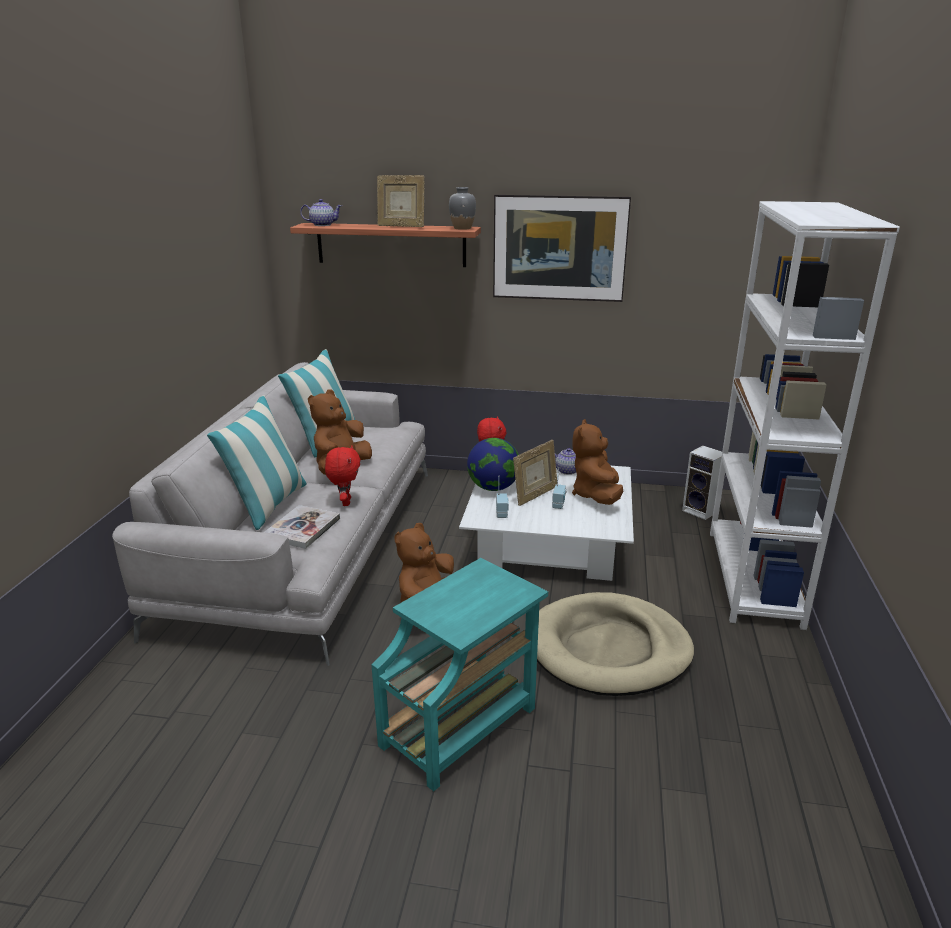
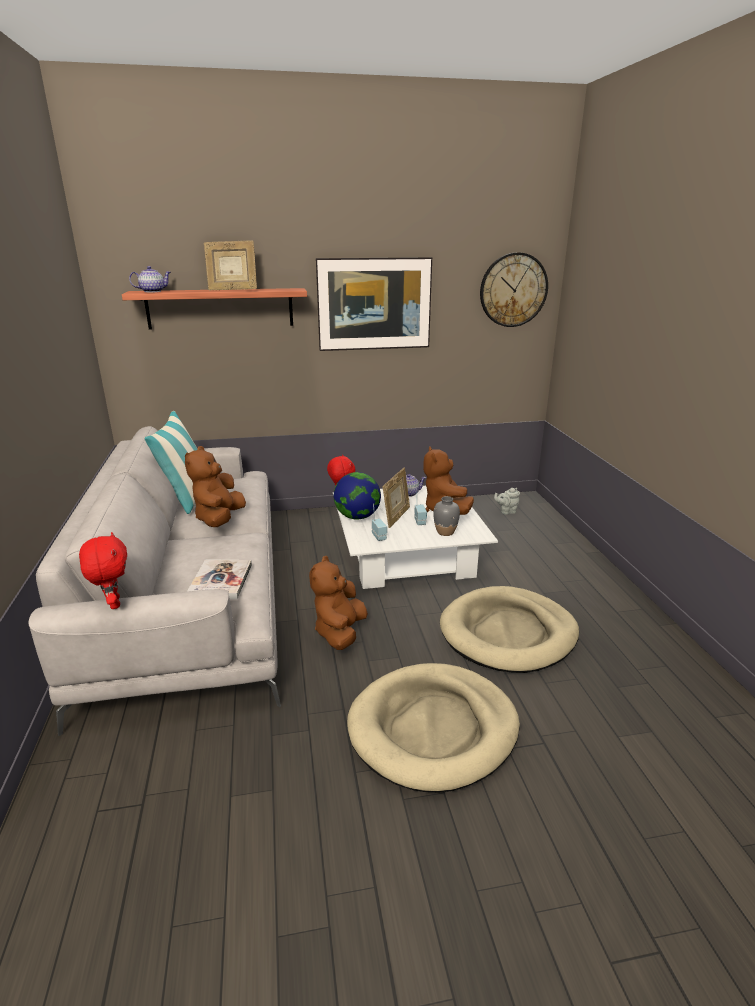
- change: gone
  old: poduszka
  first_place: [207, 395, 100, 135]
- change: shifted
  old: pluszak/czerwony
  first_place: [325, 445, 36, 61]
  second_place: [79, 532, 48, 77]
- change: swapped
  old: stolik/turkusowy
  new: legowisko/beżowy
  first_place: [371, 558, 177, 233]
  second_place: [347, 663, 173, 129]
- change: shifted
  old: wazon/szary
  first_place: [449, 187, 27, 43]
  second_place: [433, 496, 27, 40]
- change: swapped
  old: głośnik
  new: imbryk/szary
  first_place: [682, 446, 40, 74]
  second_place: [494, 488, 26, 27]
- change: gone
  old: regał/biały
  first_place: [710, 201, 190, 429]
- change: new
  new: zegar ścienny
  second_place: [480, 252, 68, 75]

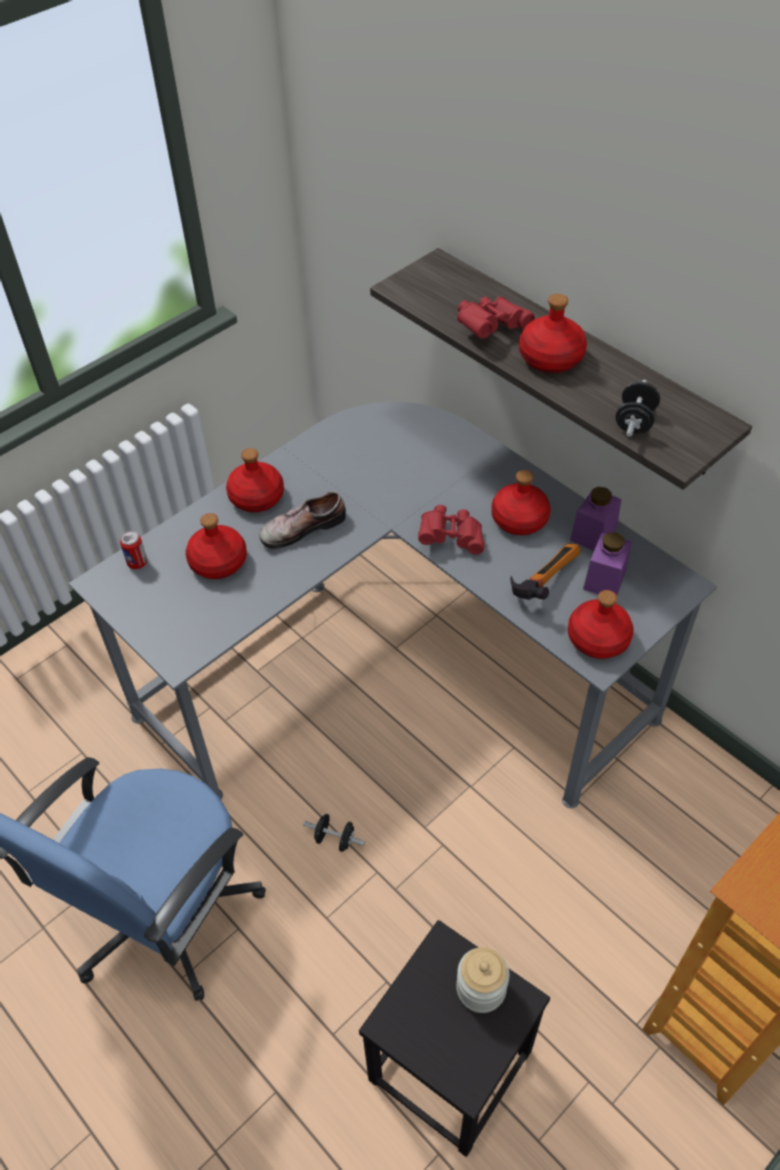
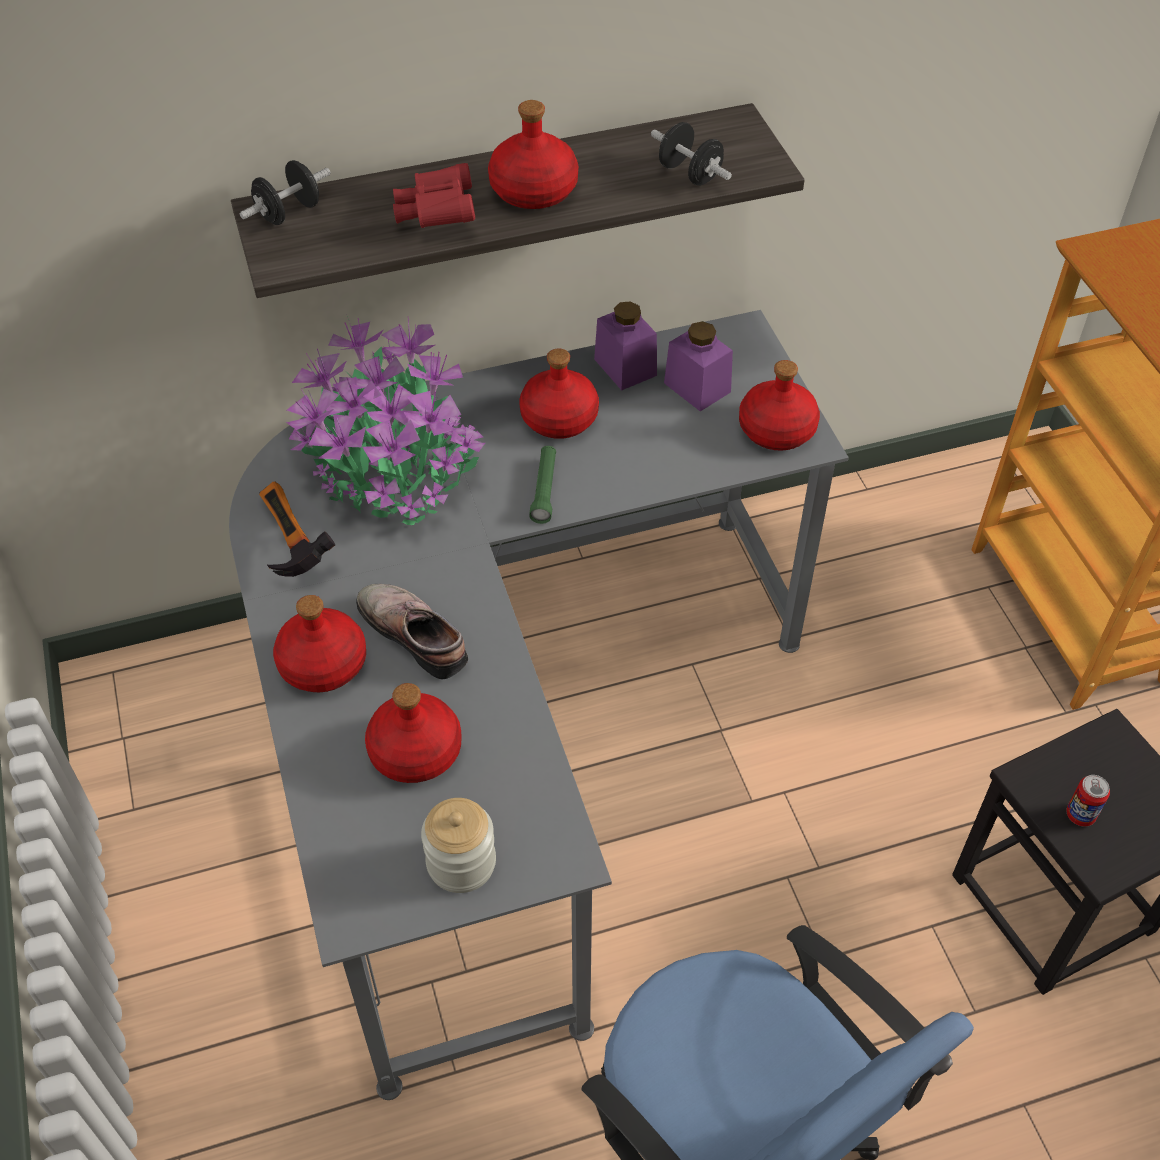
- change: shifted
  old: puszka
  first_place: [120, 531, 27, 38]
  second_place: [1066, 775, 44, 52]
- change: rotated
  old: but
  first_place: [259, 491, 87, 58]
  second_place: [356, 584, 112, 95]
  degrees: 135
- change: shifted
  old: hantel/czarny
  first_place: [303, 814, 62, 38]
  second_place: [240, 160, 91, 65]
- change: swapped
  old: lornetka/czerwony
  new: latarka/zielony
  first_place: [418, 505, 67, 50]
  second_place: [529, 446, 27, 78]
- change: shifted
  old: słoik
  first_place: [456, 947, 53, 66]
  second_place: [421, 798, 75, 95]
- change: shifted
  old: młotek
  first_place: [510, 543, 70, 57]
  second_place: [259, 482, 76, 95]
- change: new
  new: roślina doniczkowa
  second_place: [286, 316, 199, 209]

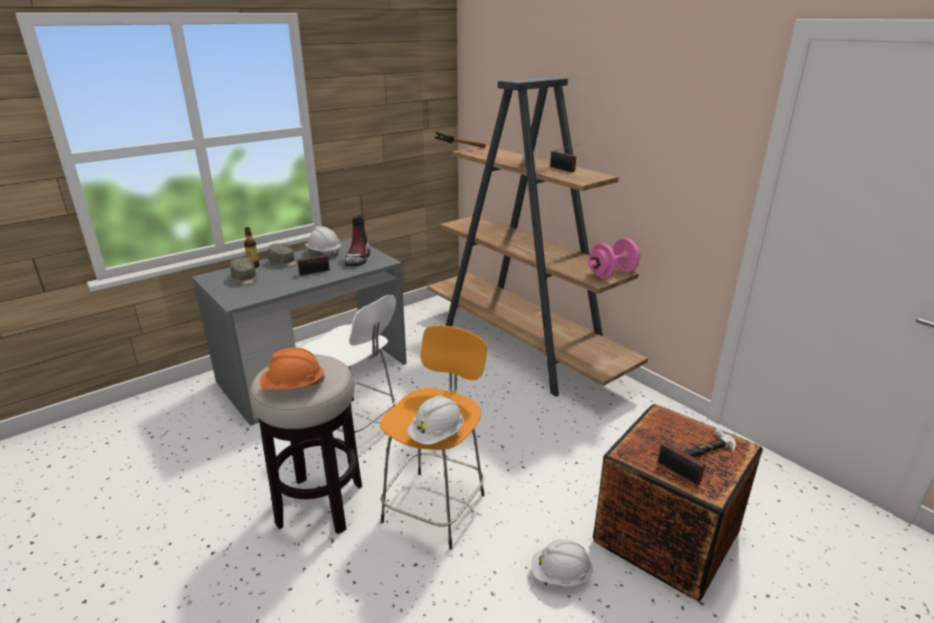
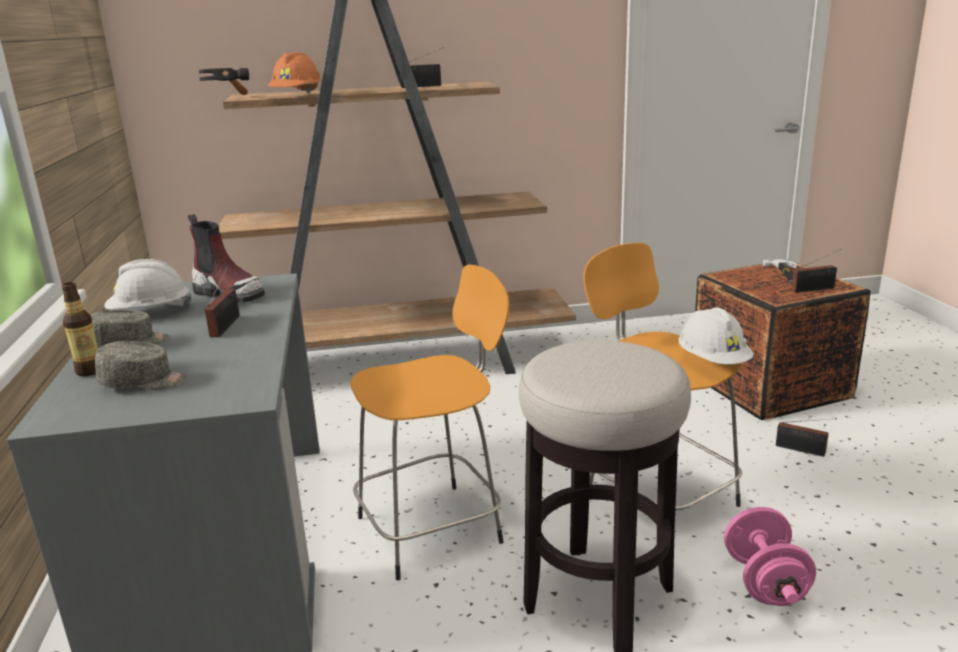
- change: shifted
  old: kask/pomarańczowy
  first_place: [260, 347, 65, 43]
  second_place: [268, 52, 54, 42]
- change: repainted
  old: stołek/biały
  new: stołek/pomarańczowy
  first_place: [303, 295, 93, 138]
  second_place: [350, 264, 160, 316]
- change: swapped
  old: kask/biały
  new: radio
  first_place: [531, 539, 62, 47]
  second_place: [776, 418, 61, 39]
- change: shifted
  old: hantel/różowy
  first_place: [588, 238, 52, 40]
  second_place: [724, 507, 92, 99]

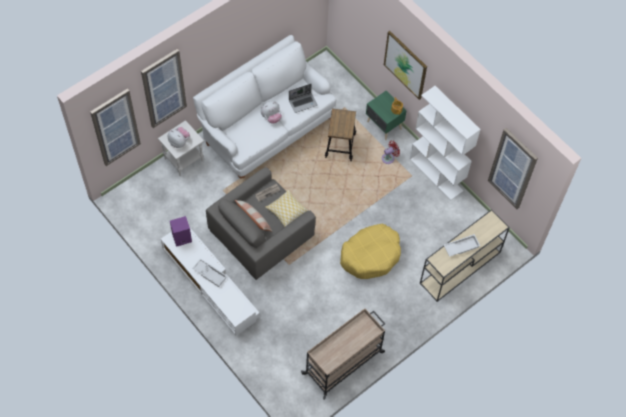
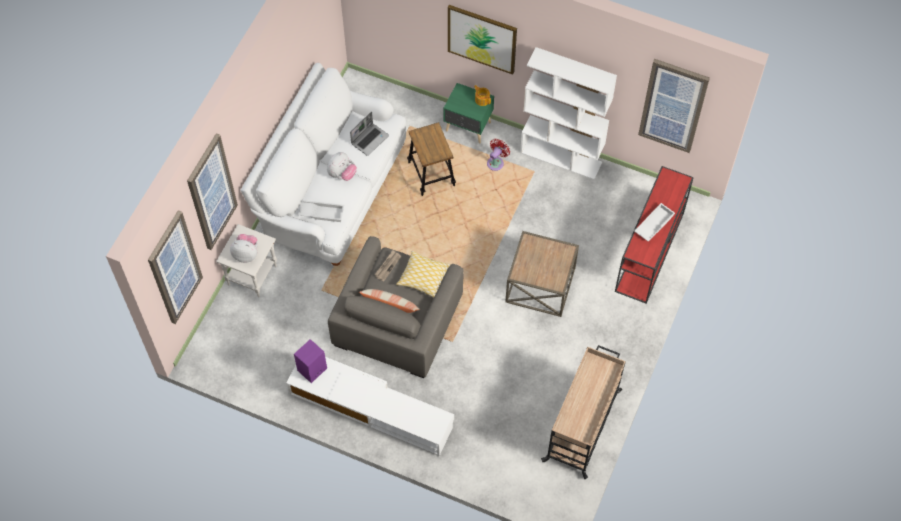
- change: shifted
  old: taca/biały
  first_place: [192, 259, 35, 28]
  second_place: [299, 200, 45, 22]
- change: swapped
  old: legowisko/żółty
  new: stolik/brązowy
  first_place: [340, 224, 61, 55]
  second_place: [505, 231, 74, 86]
- change: repainted
  old: stolik konsolowy/beżowy
  new: stolik konsolowy/czerwony
  first_place: [420, 209, 90, 93]
  second_place: [615, 166, 79, 138]

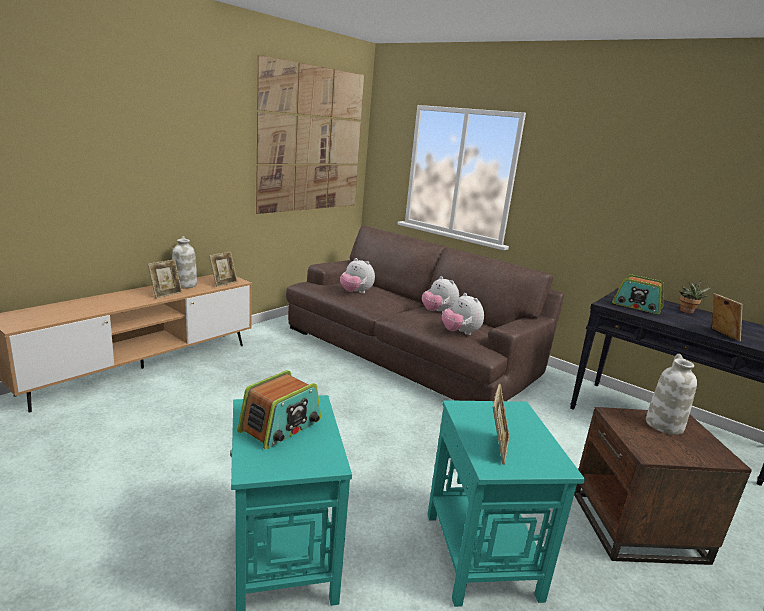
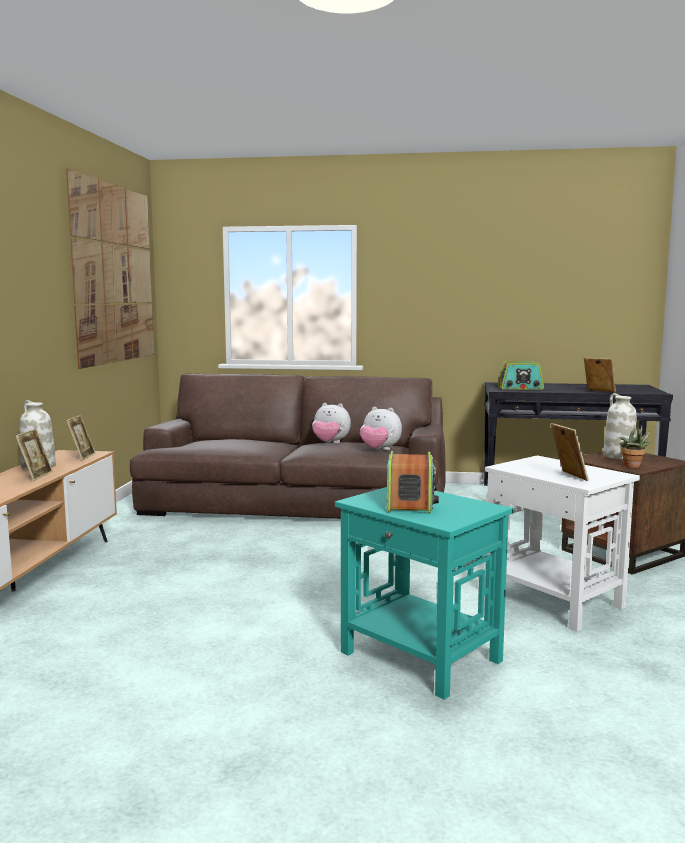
- change: gone
  old: pluszak
  first_place: [340, 258, 35, 36]
- change: repainted
  old: stolik/turkusowy
  new: stolik/biały
  first_place: [427, 400, 158, 207]
  second_place: [484, 455, 156, 176]
- change: shifted
  old: roślina doniczkowa
  first_place: [679, 281, 32, 32]
  second_place: [619, 425, 33, 43]

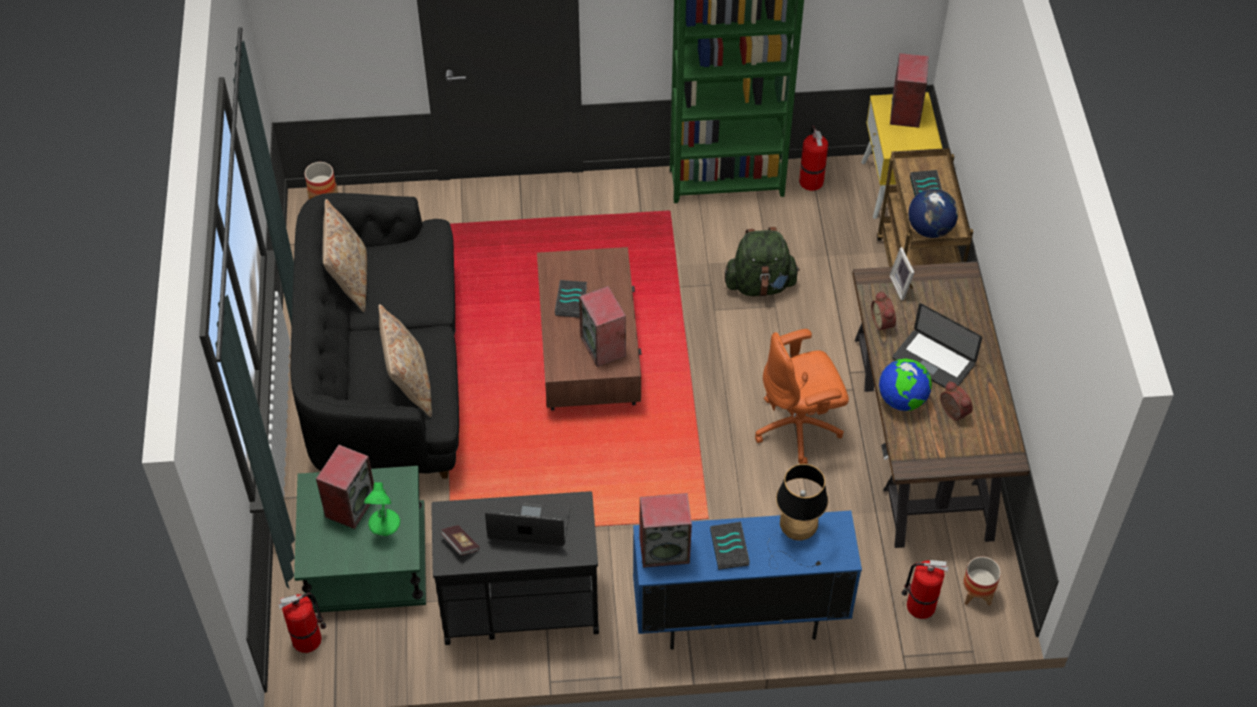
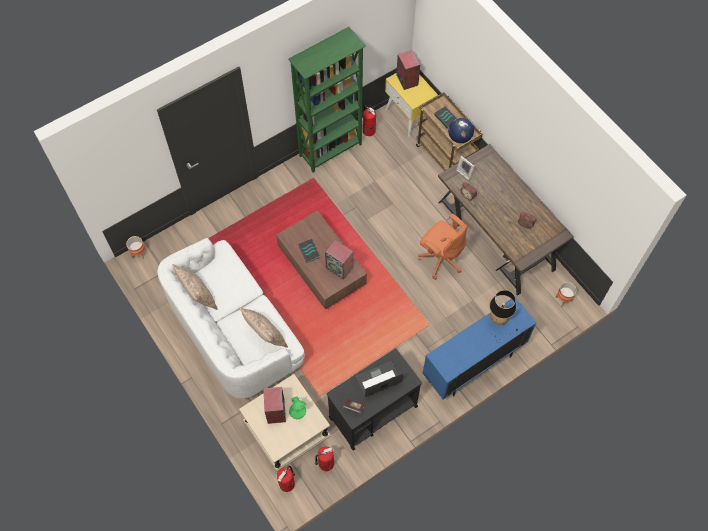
- change: repainted
  old: kanapa/czarny
  new: kanapa/biały
  first_place: [290, 193, 169, 286]
  second_place: [157, 238, 148, 161]
- change: repainted
  old: stolik/zielony
  new: stolik/beżowy
  first_place: [294, 466, 132, 147]
  second_place: [239, 374, 92, 98]
- change: gone
  old: głośnik
  first_place: [639, 493, 53, 75]
- change: gone
  old: książka
  first_place: [710, 522, 40, 48]
- change: gone
  old: plecak/zielony
  first_place: [725, 227, 75, 70]
- change: rotated
  old: krzesło biurowe/pomarańczowy
  first_place: [755, 329, 94, 135]
  second_place: [418, 214, 49, 66]
  degrees: -90
- change: gone
  old: globus
  first_place: [879, 358, 53, 53]
- change: gone
  old: laptop
  first_place: [892, 303, 90, 85]
- change: shifted
  old: gaśnica
  first_place: [901, 560, 48, 59]
  second_place: [315, 446, 19, 25]

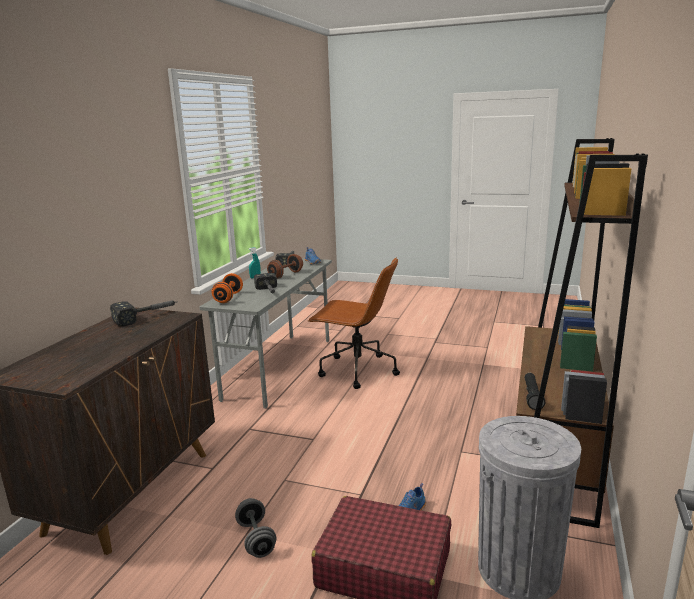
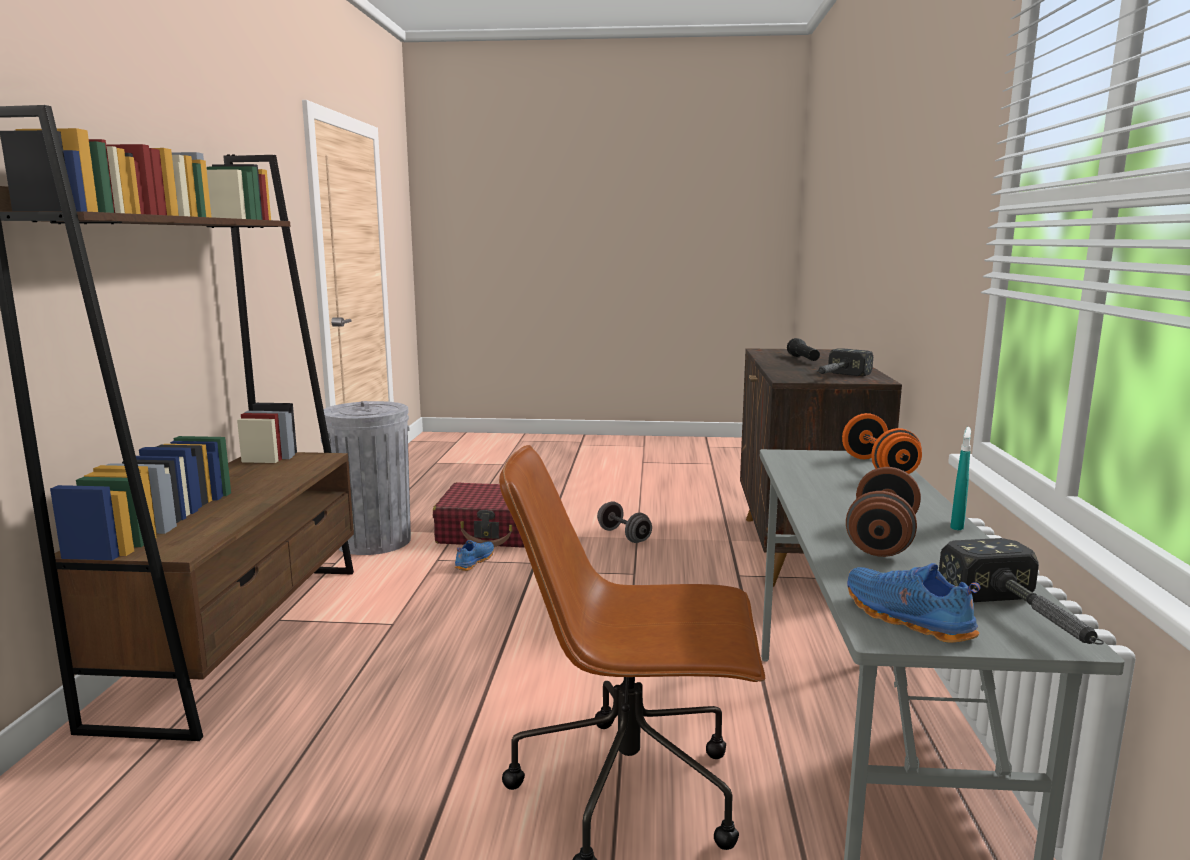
- change: gone
  old: młotek
  first_place: [254, 273, 23, 20]
- change: shifted
  old: latarka/czarny
  first_place: [525, 373, 21, 37]
  second_place: [787, 338, 33, 23]

